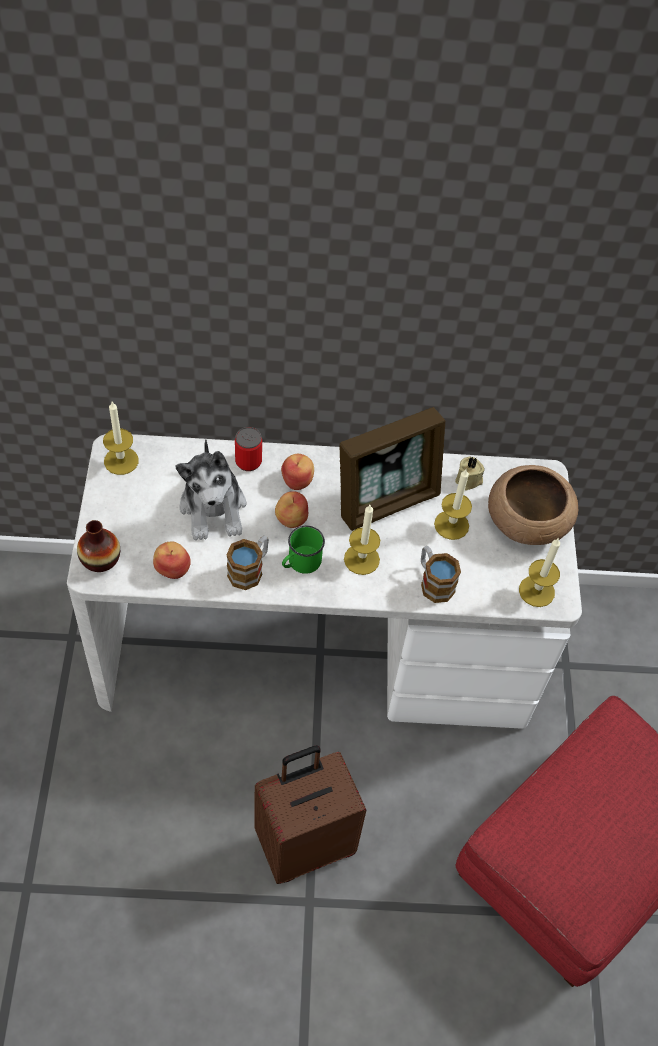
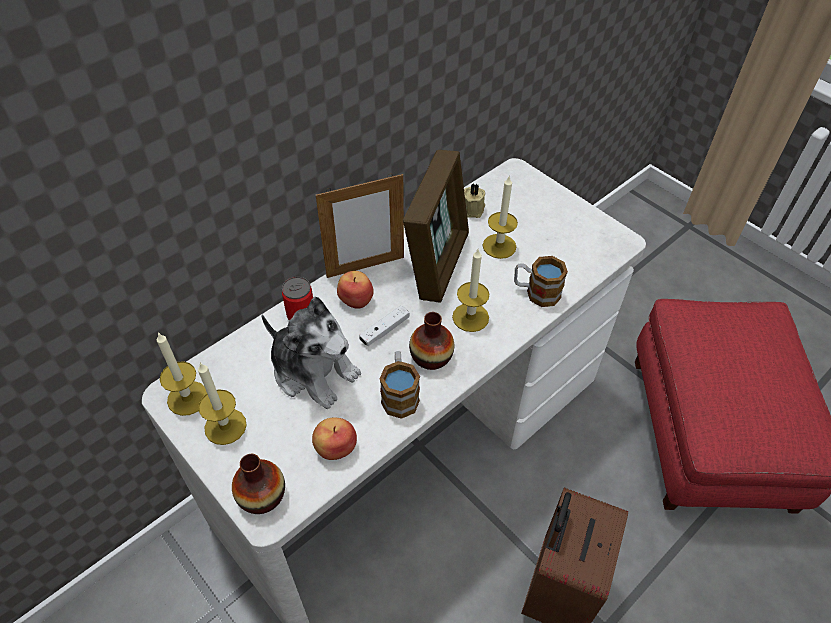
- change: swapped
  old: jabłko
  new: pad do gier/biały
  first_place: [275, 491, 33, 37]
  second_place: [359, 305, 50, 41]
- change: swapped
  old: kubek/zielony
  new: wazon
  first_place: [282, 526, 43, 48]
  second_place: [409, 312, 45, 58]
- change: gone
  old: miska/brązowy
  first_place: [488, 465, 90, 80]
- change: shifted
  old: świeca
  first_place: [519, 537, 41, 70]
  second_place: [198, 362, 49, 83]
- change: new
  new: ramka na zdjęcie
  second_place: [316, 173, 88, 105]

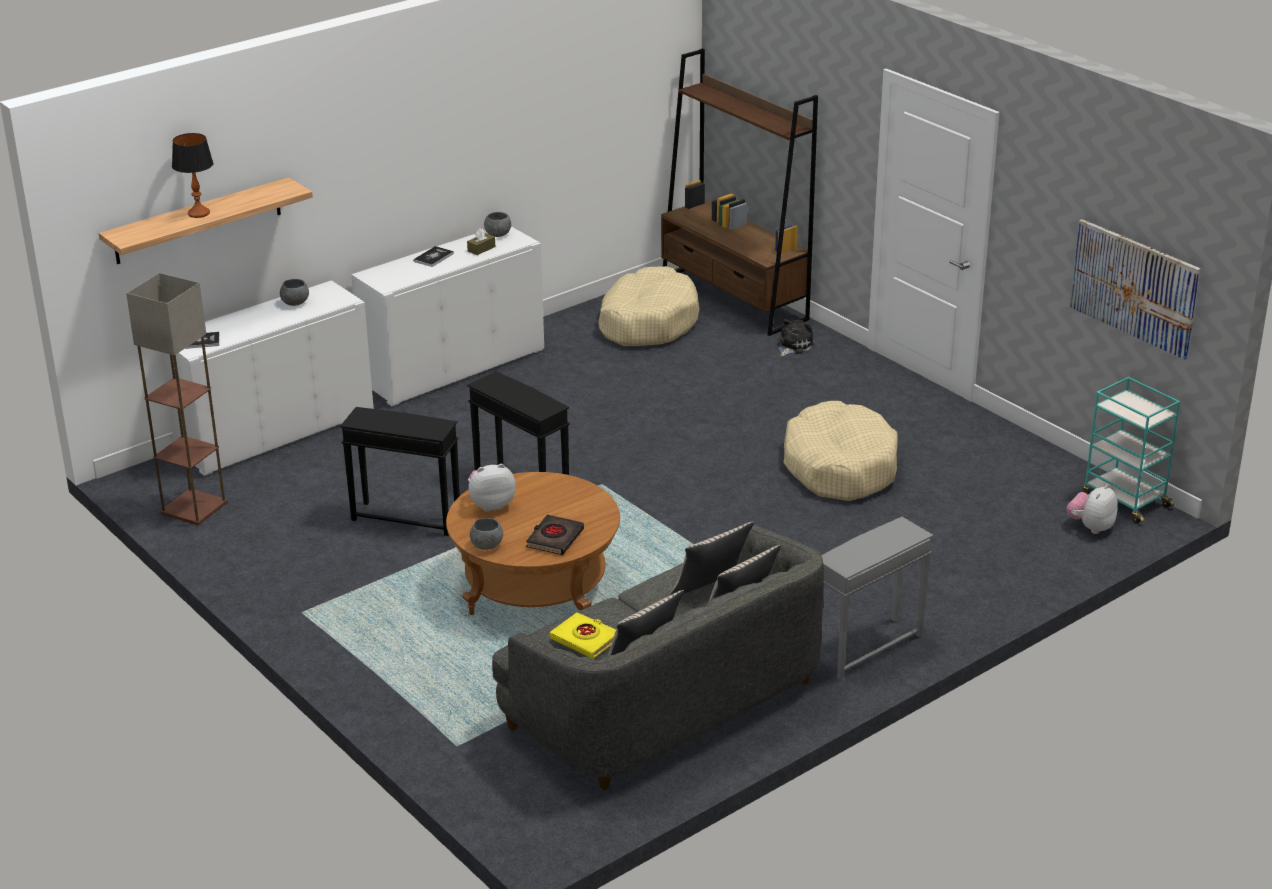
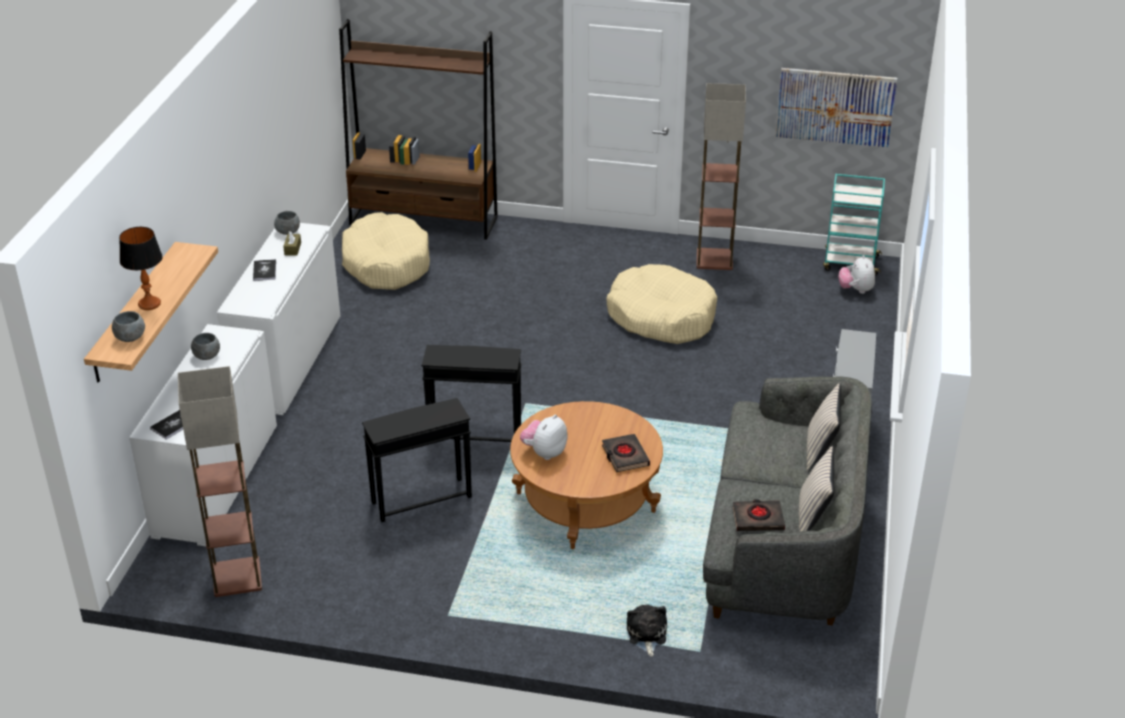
- change: shifted
  old: miska/szary
  first_place: [470, 518, 33, 32]
  second_place: [112, 311, 33, 31]
- change: repainted
  old: książka/żółty
  new: książka/czarny
  first_place: [549, 612, 67, 47]
  second_place: [733, 499, 52, 32]
- change: gone
  old: poduszka/beżowy
  first_place: [669, 522, 85, 74]
- change: shifted
  old: pluszak
  first_place: [777, 319, 37, 38]
  second_place: [627, 604, 40, 53]
- change: new
  new: lampa stojąca
  second_place: [696, 83, 50, 187]

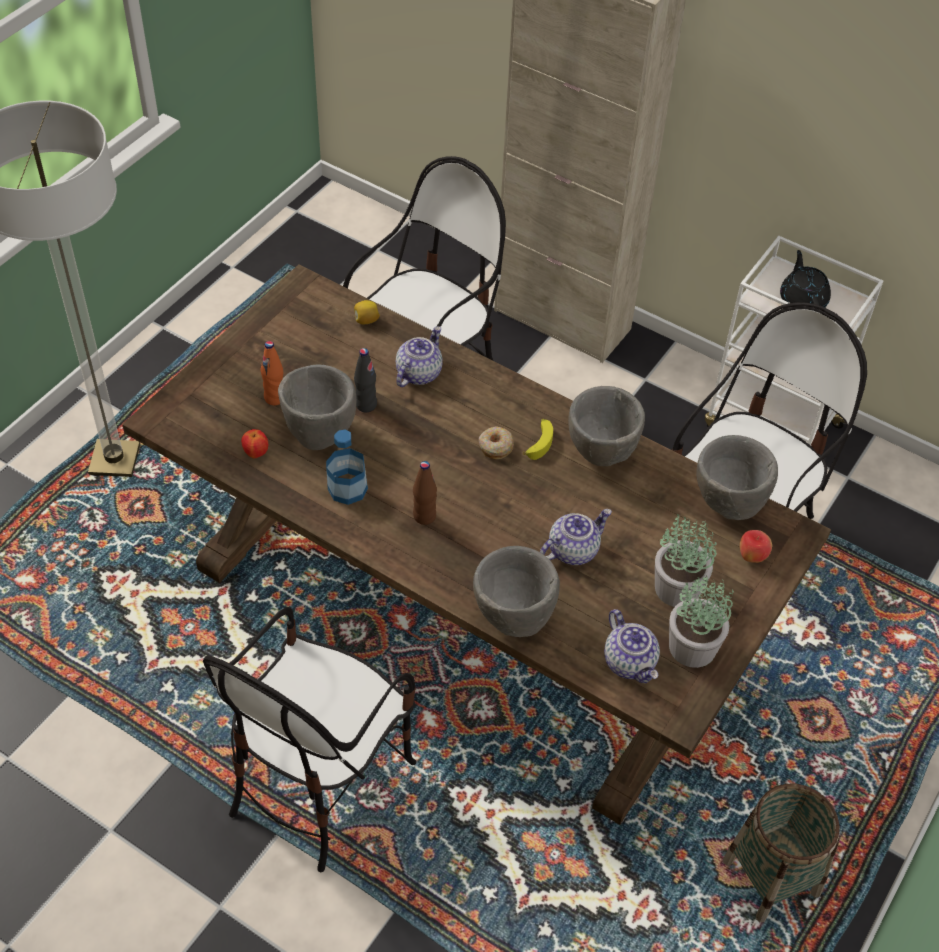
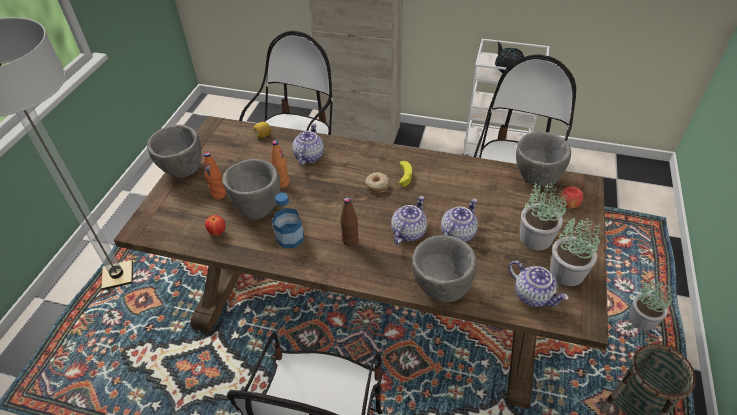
- change: repainted
  old: butelka/czarny
  new: butelka/pomarańczowy
  first_place: [354, 348, 23, 64]
  second_place: [271, 140, 19, 48]
- change: shifted
  old: miska/szary
  first_place: [568, 386, 77, 80]
  second_place: [147, 125, 54, 53]
- change: new
  new: imbryk
  second_place: [391, 196, 36, 49]
- change: new
  new: roślina doniczkowa
  second_place: [629, 277, 47, 54]

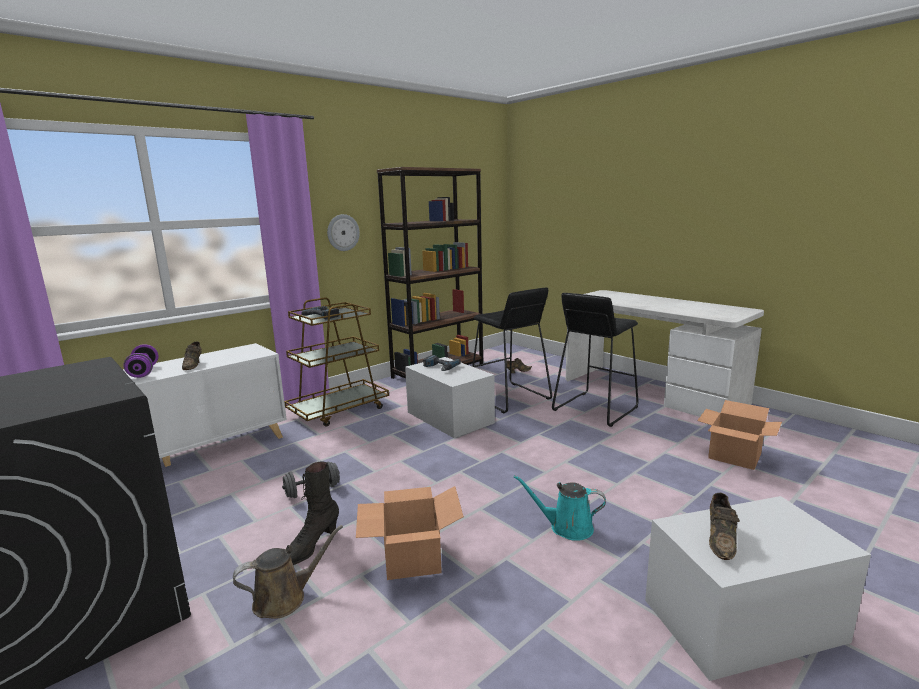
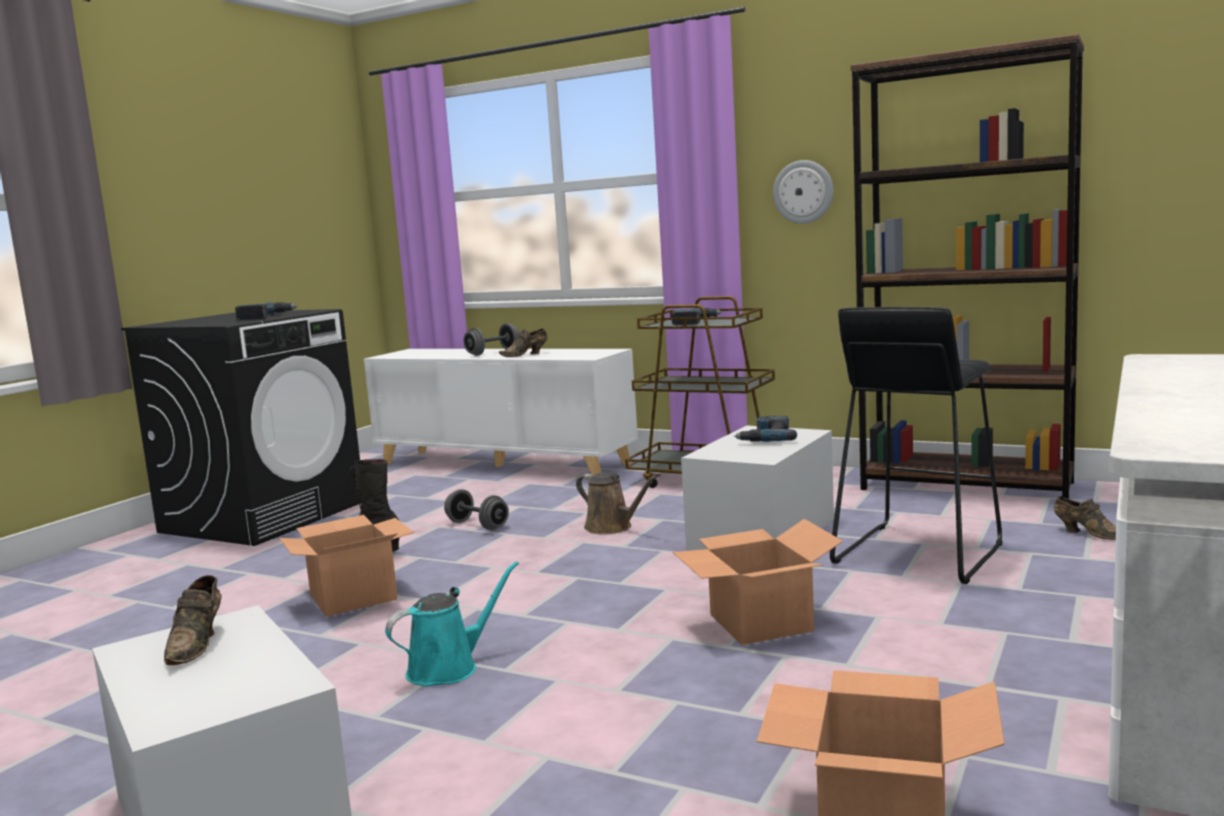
- change: repainted
  old: hantel/fioletowy
  new: hantel/szary
  first_place: [123, 344, 35, 34]
  second_place: [464, 323, 55, 33]
- change: shifted
  old: konewka/brązowy
  first_place: [233, 525, 110, 94]
  second_place: [576, 473, 82, 62]
- change: rotated
  old: konewka/turkusowy
  first_place: [514, 475, 92, 66]
  second_place: [385, 561, 134, 125]
  degrees: 60
- change: gone
  old: stołek/czarny
  first_place: [552, 293, 86, 134]
- change: rotated
  old: but/brązowy
  first_place: [709, 493, 31, 67]
  second_place: [164, 575, 58, 90]
  degrees: -90
- change: new
  new: wiertarka
  second_place: [235, 302, 63, 18]
- change: new
  new: karton
  second_place: [673, 519, 170, 126]

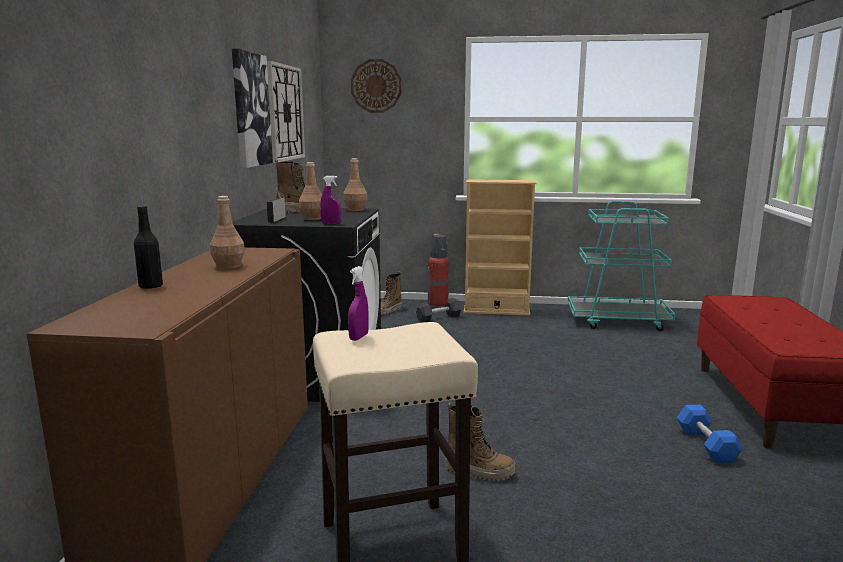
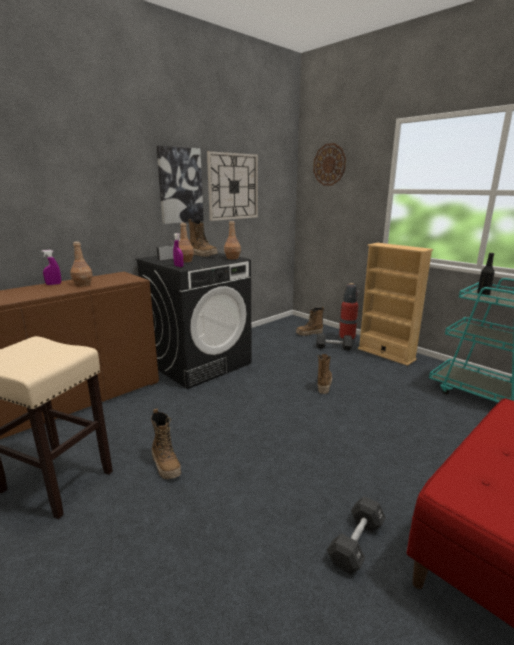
- change: shifted
  old: butelka/czarny
  first_place: [134, 206, 29, 83]
  second_place: [477, 253, 18, 42]
- change: shifted
  old: spryskiwacz/fioletowy
  first_place: [348, 266, 21, 75]
  second_place: [41, 250, 20, 35]
- change: repainted
  old: hantel/niebieski
  new: hantel/czarny
  first_place: [676, 405, 67, 58]
  second_place: [327, 496, 59, 79]
- change: new
  new: but z cholewką
  second_place: [317, 354, 15, 40]

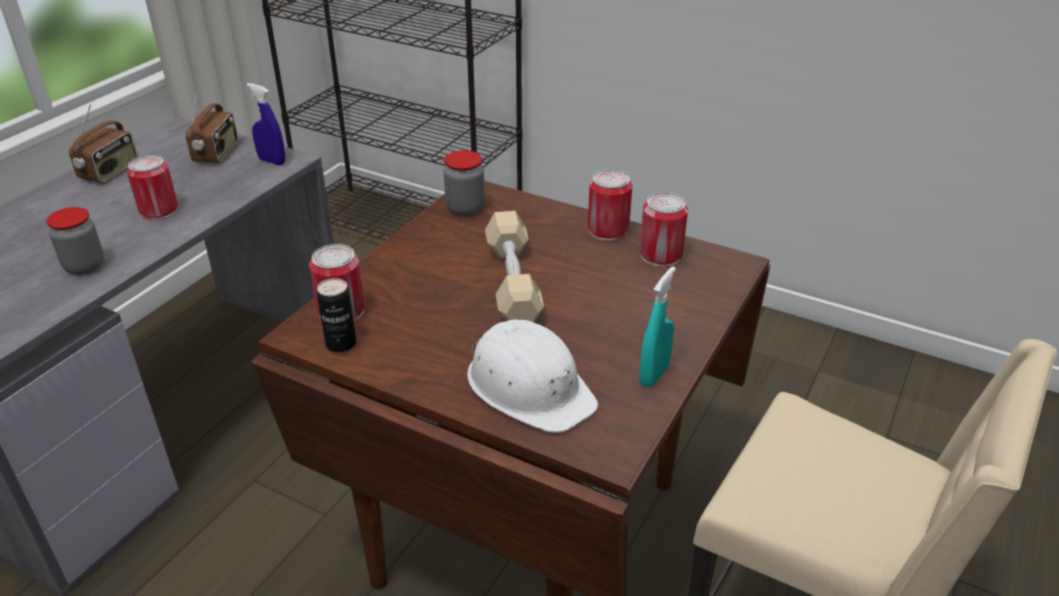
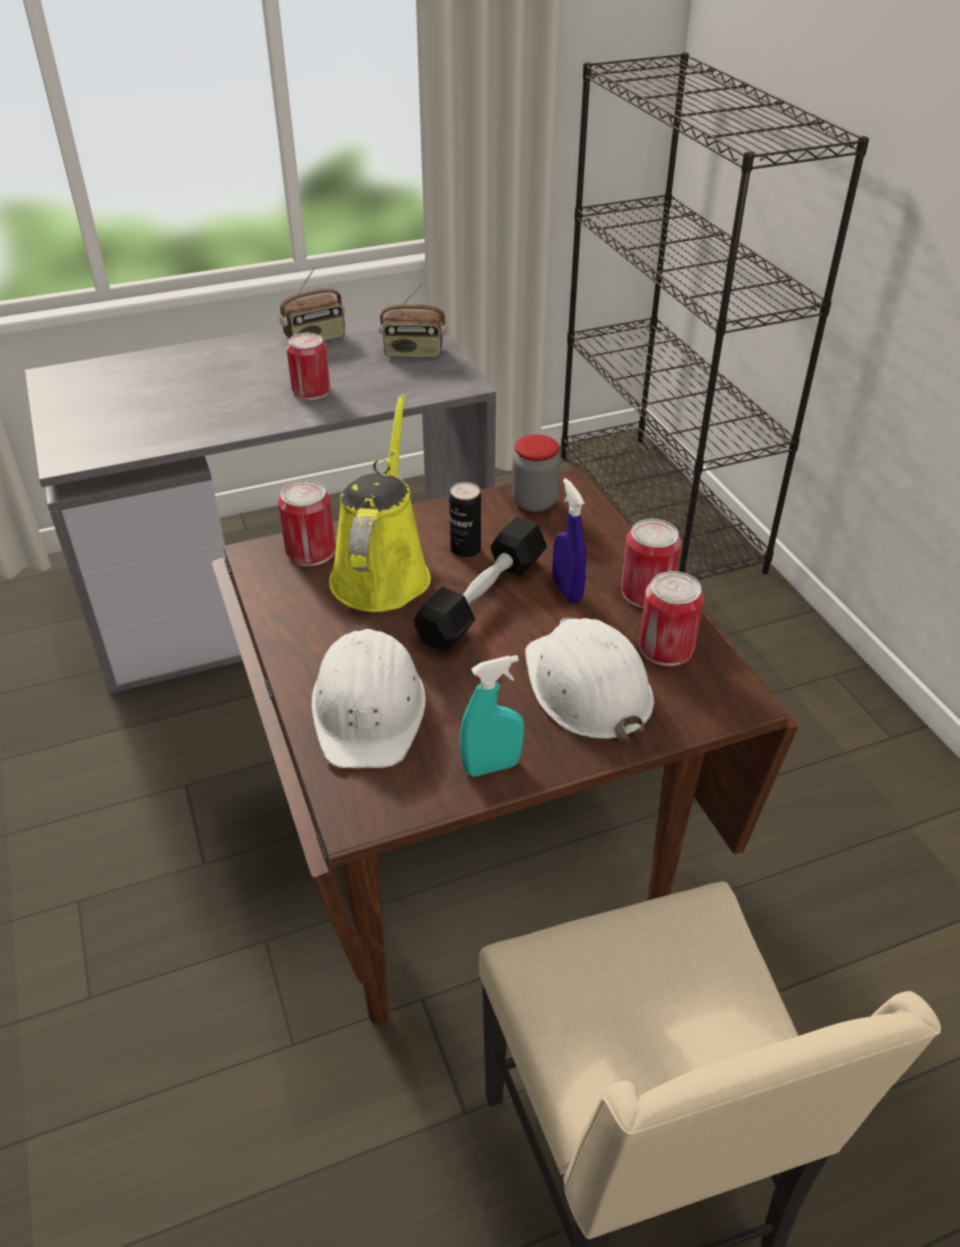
- change: gone
  old: słoik
  first_place: [46, 207, 58, 68]
- change: rotated
  old: radio
  first_place: [185, 88, 53, 75]
  second_place: [379, 283, 68, 75]
  degrees: 45
- change: shifted
  old: spryskiwacz/niebieski
  first_place: [247, 83, 38, 82]
  second_place: [553, 478, 33, 125]
- change: shifted
  old: puszka
  first_place: [317, 278, 39, 74]
  second_place: [449, 482, 32, 76]
- change: repainted
  old: hantel/beżowy
  new: hantel/czarny
  first_place: [485, 211, 59, 111]
  second_place: [414, 517, 133, 135]
- change: new
  new: konewka/żółty
  second_place: [329, 394, 102, 218]
- change: new
  new: kask/biały
  second_place: [525, 617, 129, 126]

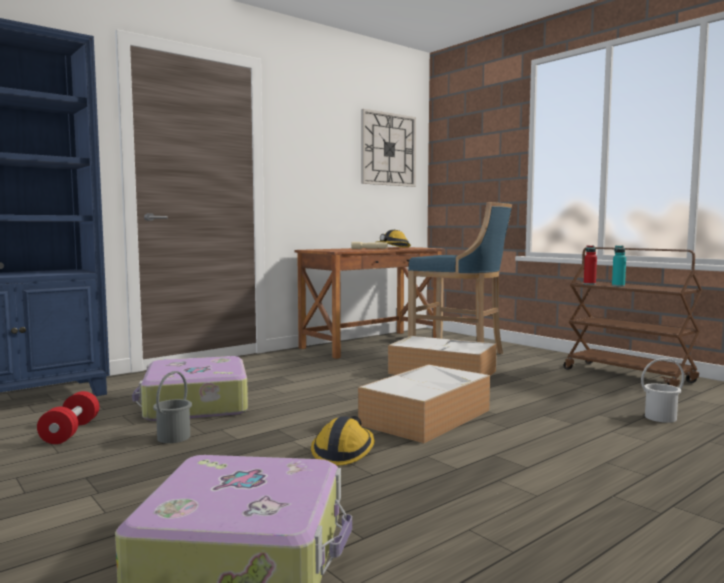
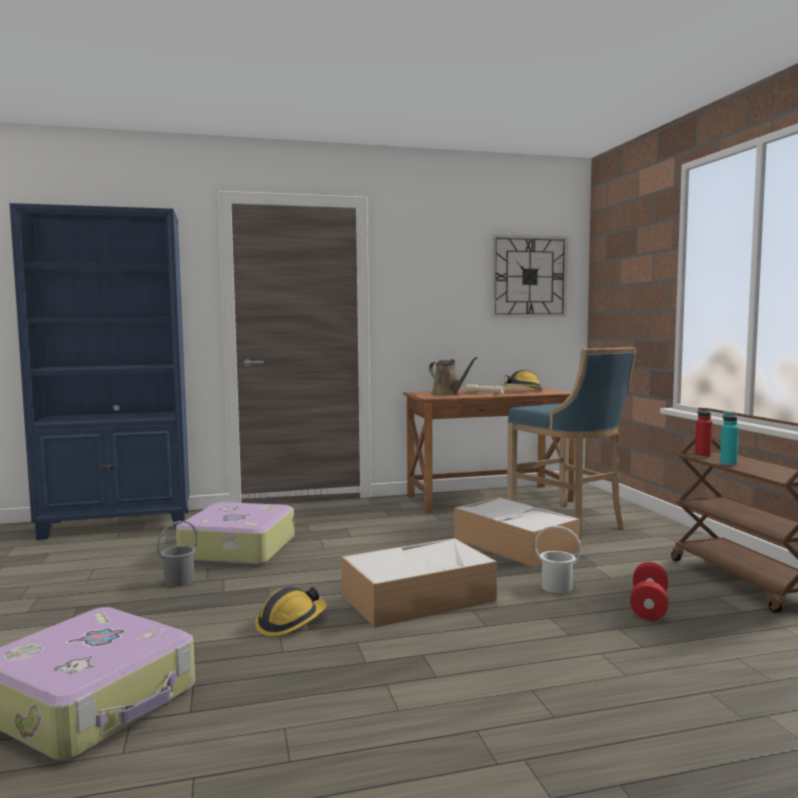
- change: shifted
  old: hantel/czerwony
  first_place: [37, 391, 62, 53]
  second_place: [630, 562, 38, 59]
- change: shifted
  old: wiadro/biały
  first_place: [641, 358, 44, 65]
  second_place: [535, 526, 46, 68]
- change: new
  new: konewka/brązowy
  second_place: [429, 357, 49, 38]

